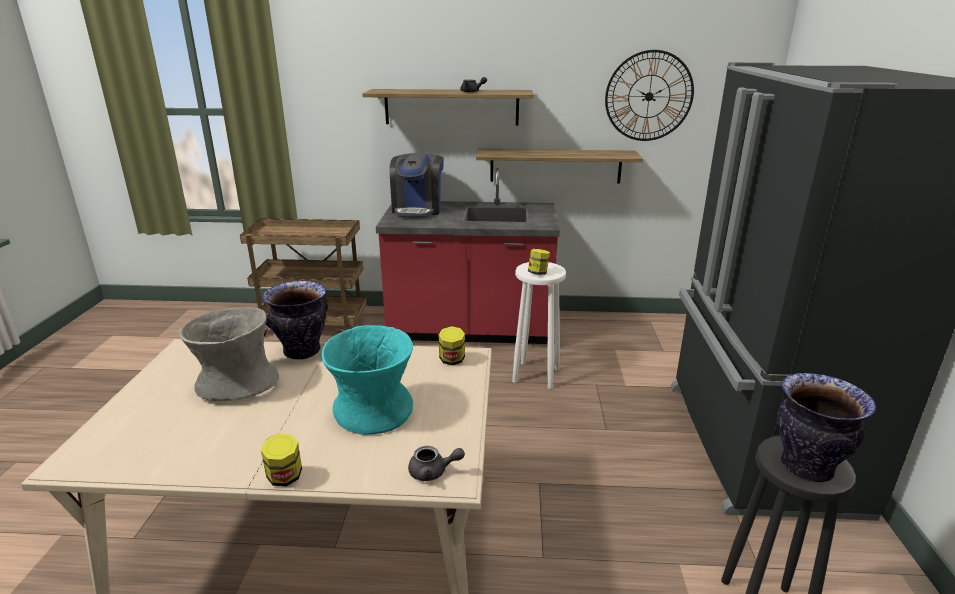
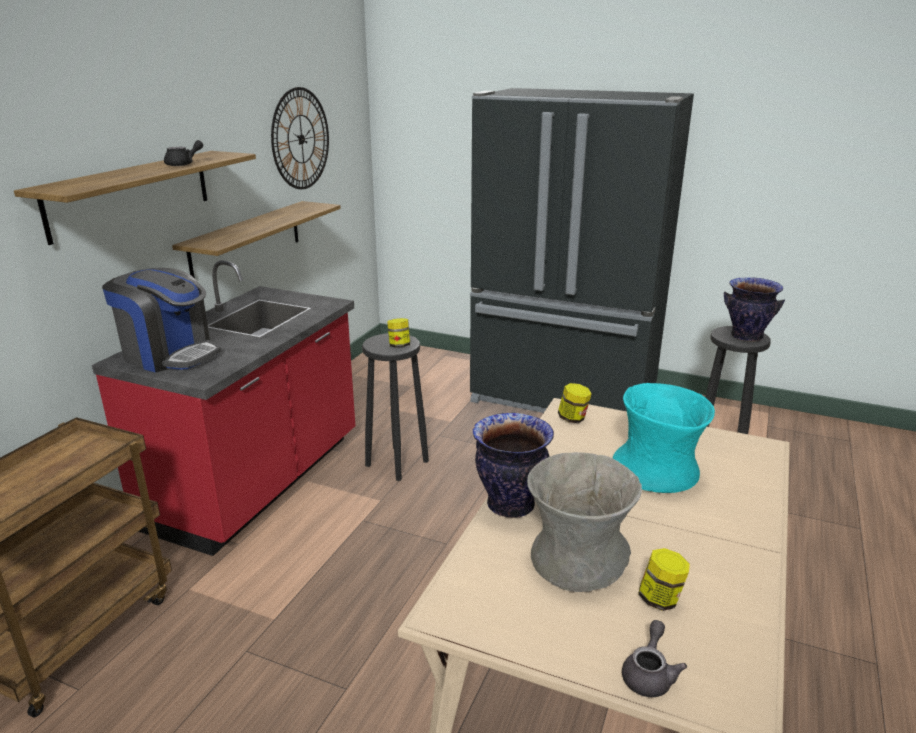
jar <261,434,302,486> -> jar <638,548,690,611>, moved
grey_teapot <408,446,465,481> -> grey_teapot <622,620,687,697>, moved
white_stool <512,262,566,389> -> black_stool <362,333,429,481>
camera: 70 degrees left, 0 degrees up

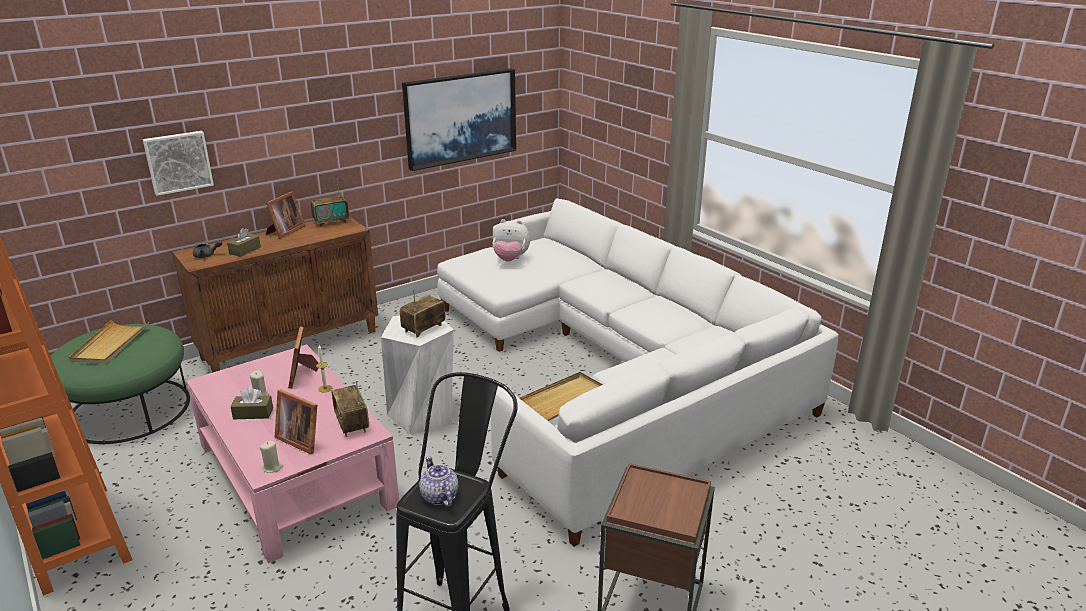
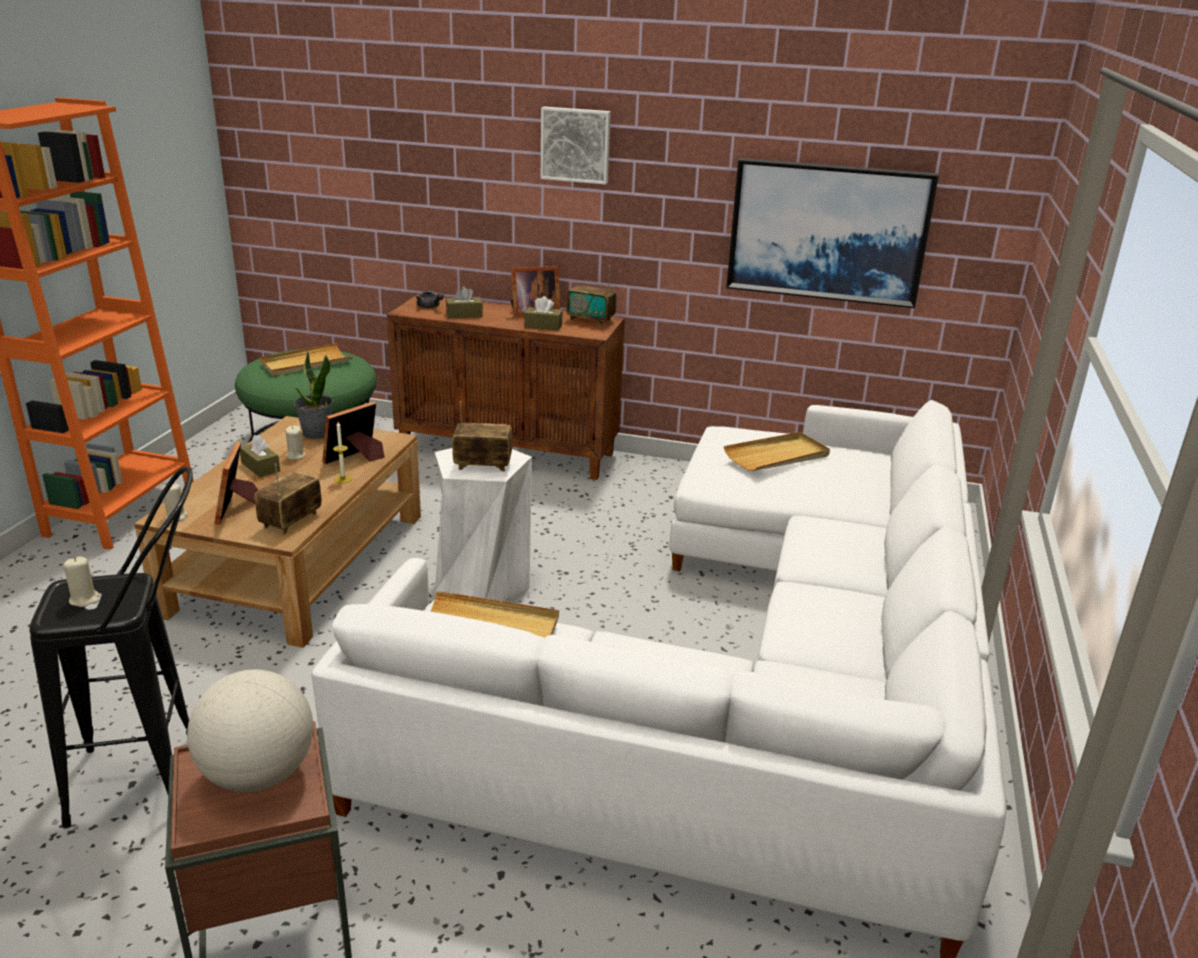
none -> globe <187,669,313,792>
none -> potted_plant <294,351,333,439>
none -> brown_tissue_box <524,296,563,330>
picture <143,131,214,196> -> picture <541,107,611,185>, moved
teapot <419,456,458,506> -> beige_candle <63,556,99,607>
plush_toy <493,219,530,262> -> beige_tray <724,432,830,471>
pink_coffee_table <186,344,399,563> -> brown_coffee_table <134,416,421,648>
camera: 50 degrees right, 0 degrees up

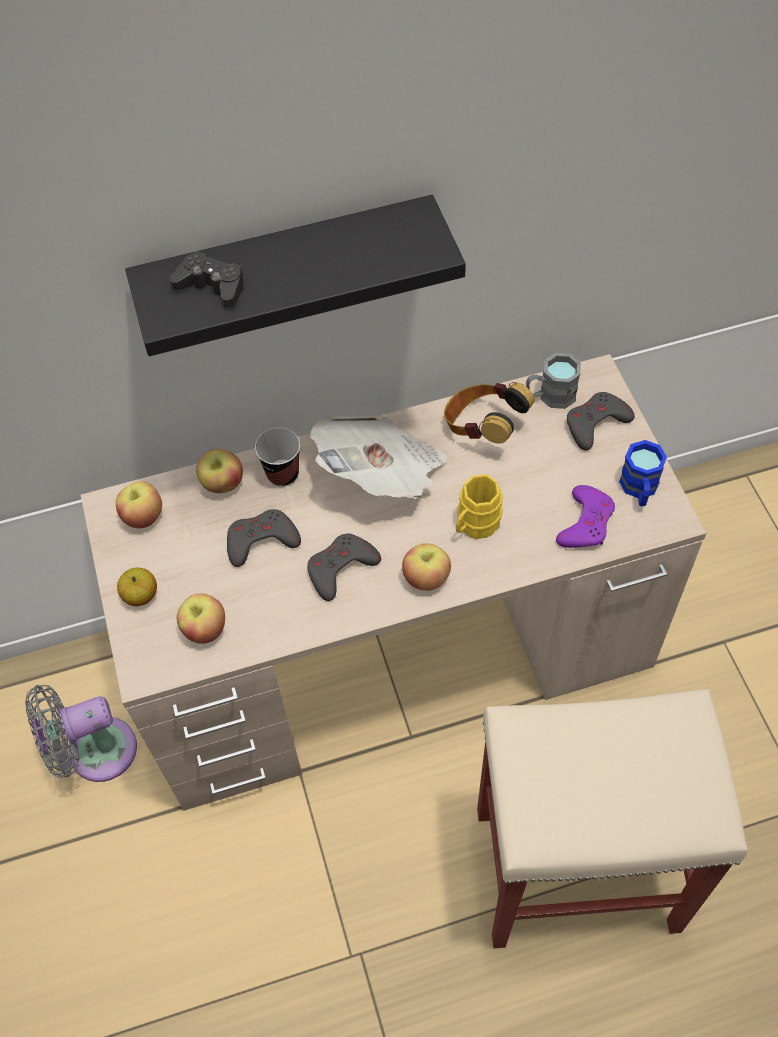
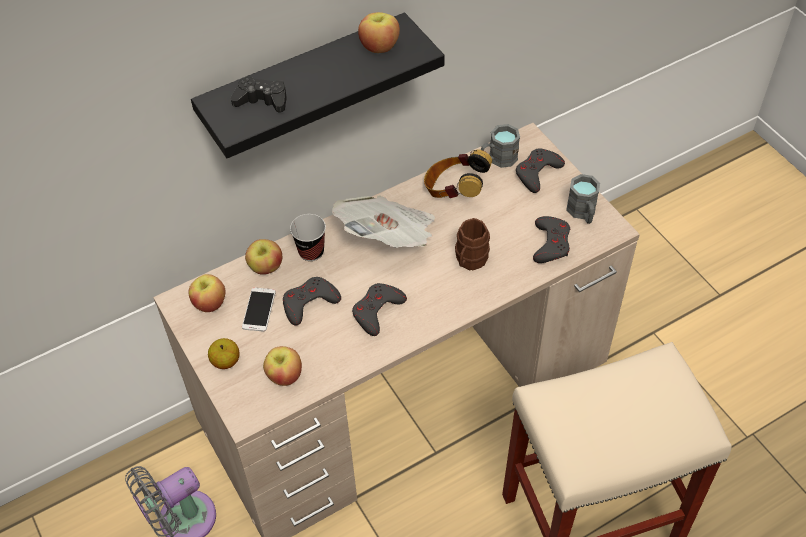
none -> phone <242,287,276,332>
apple <402,543,451,591> -> apple <358,12,400,53>, moved
yellow_mug <456,474,503,539> -> brown_mug <455,218,490,271>
purple_game_controller <556,485,615,548> -> grey_game_controller <533,216,570,263>
blue_mug <619,440,667,506> -> grey_mug <566,174,600,224>
camera: 15 degrees left, 5 degrees down

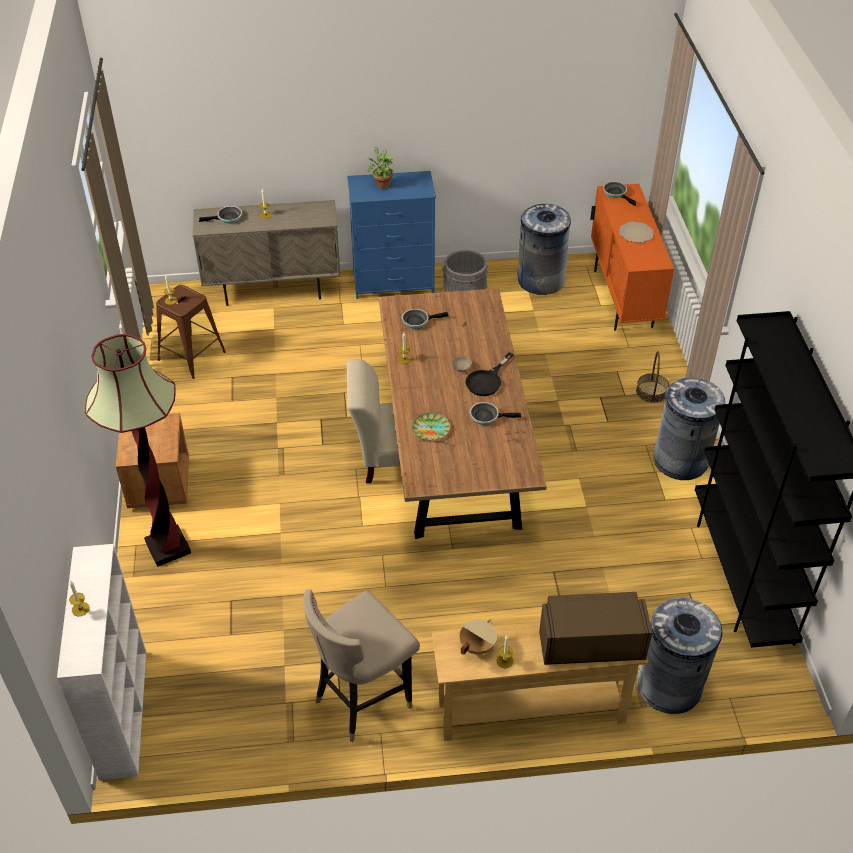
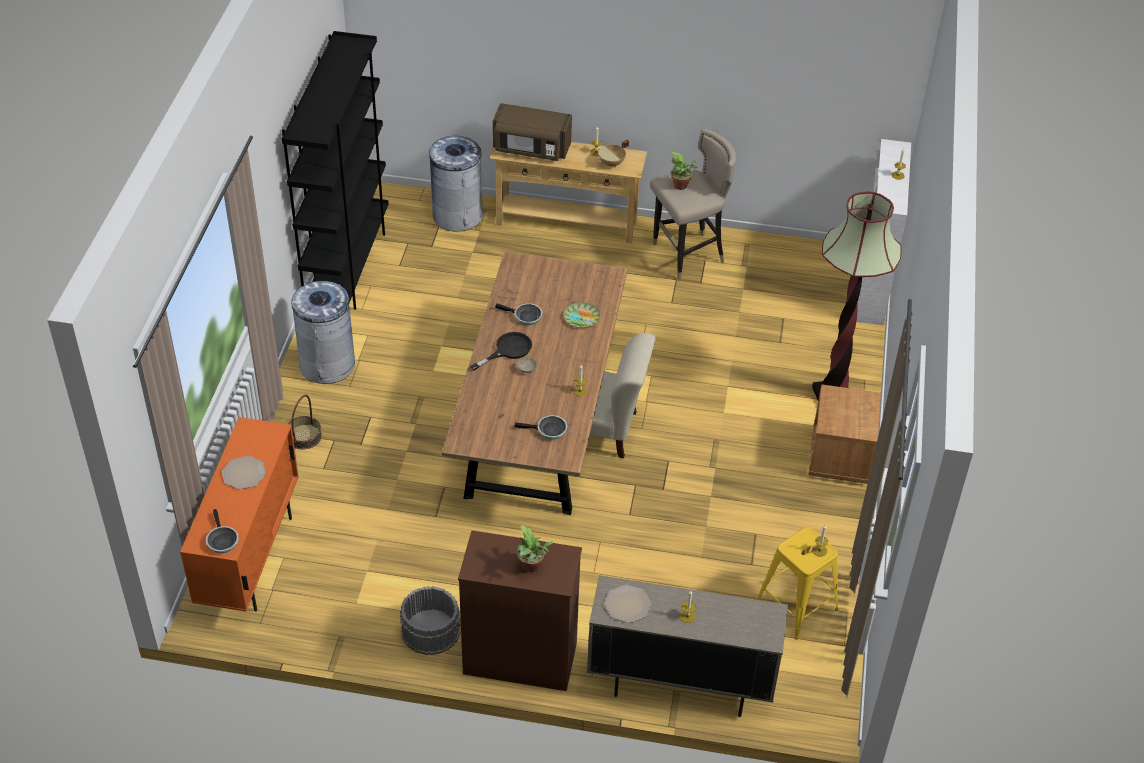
frying_pan <199,206,242,224> -> none
grey_trash_can <518,204,571,295> -> none
none -> plate <604,585,651,623>
none -> potted_plant <670,152,698,190>
brown_stool <156,285,226,379> -> yellow_stool <756,527,838,639>
blue_dresser <347,171,436,299> -> brown_dresser <458,531,582,691>
camera: 165 degrees left, 0 degrees up

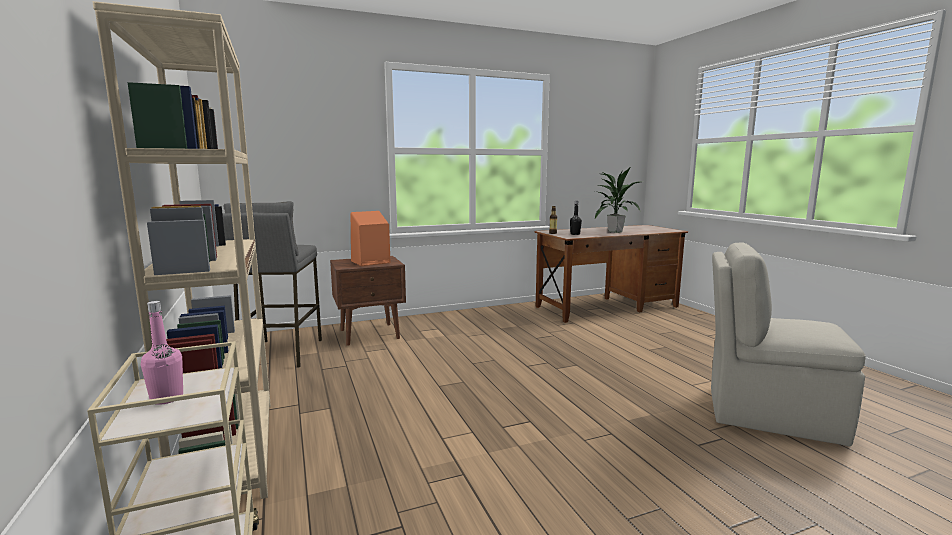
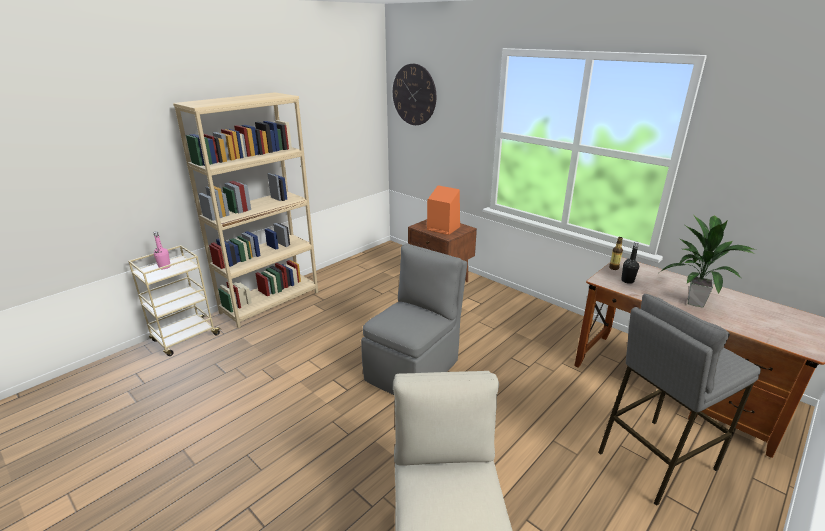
none -> grey_chair <361,243,467,395>
none -> wall_clock <393,64,436,125>
grey_stool <222,201,322,368> -> grey_stool <598,294,761,506>, moved
camera: 65 degrees right, 15 degrees up

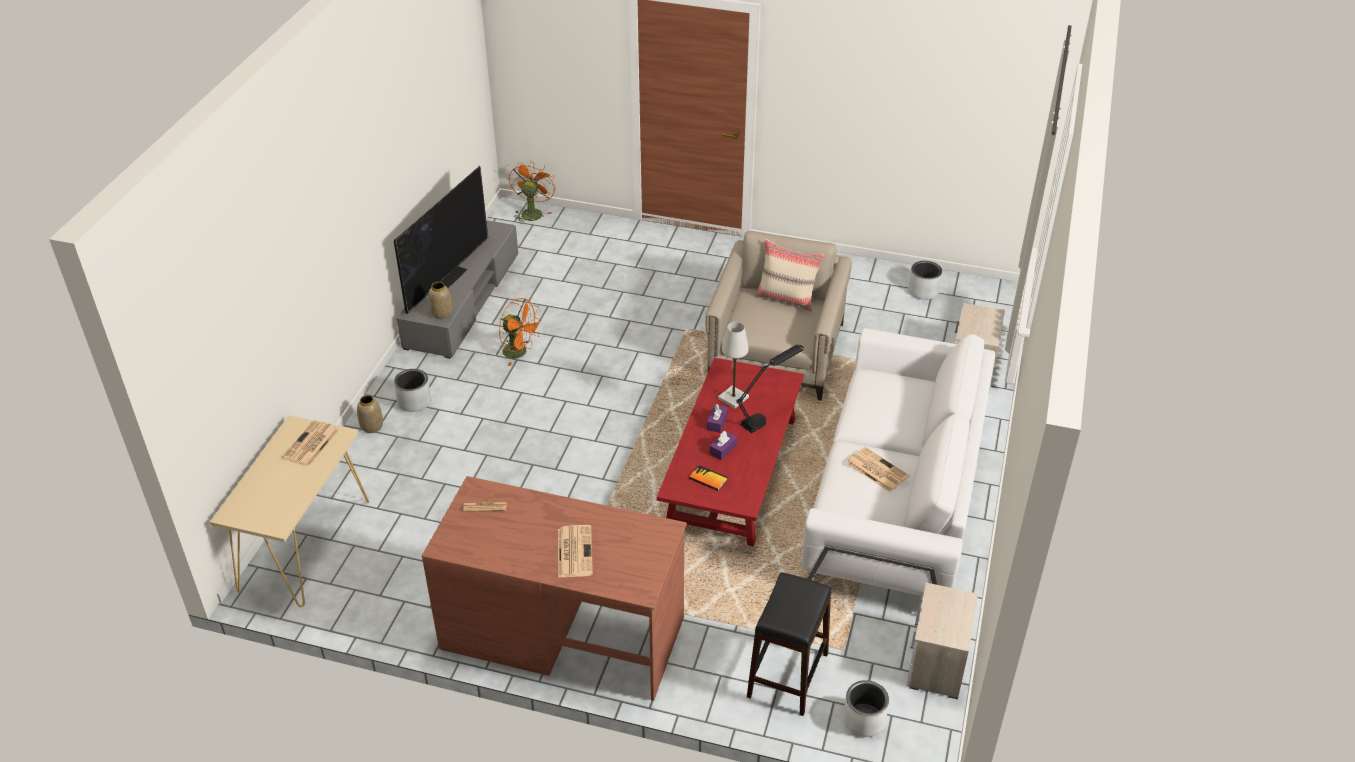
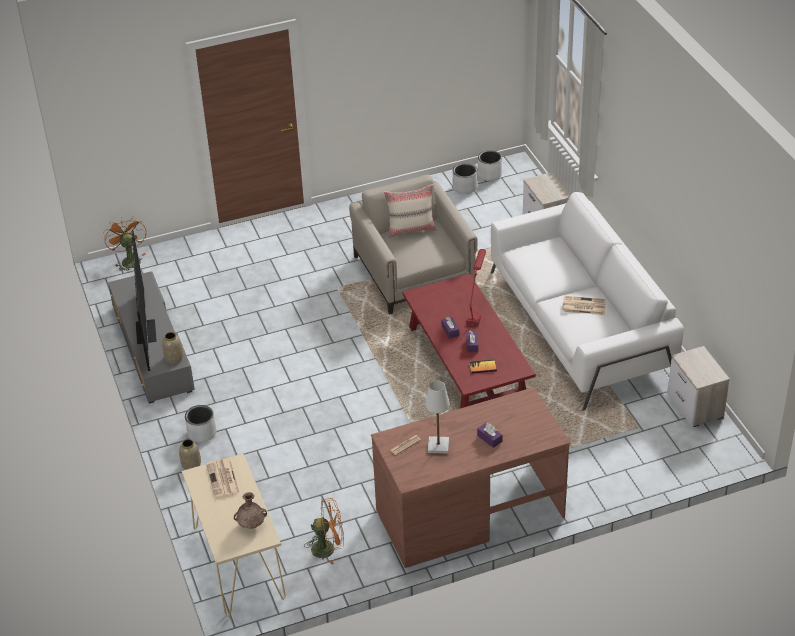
black_stool <747,573,831,716> -> none
none -> brown_vase <234,492,267,529>
orange_fan <499,298,542,366> -> orange_fan <304,498,344,565>, moved
white_table_lamp <718,322,749,408> -> white_table_lamp <425,381,450,454>, moved
white_planter <843,680,889,737> -> white_planter <478,150,502,181>, moved
newspaper <558,525,593,578> -> purple_tissue_box <477,423,502,448>
black_table_lamp <736,345,804,433> -> red_table_lamp <466,249,486,326>
camera: 35 degrees left, 0 degrees up

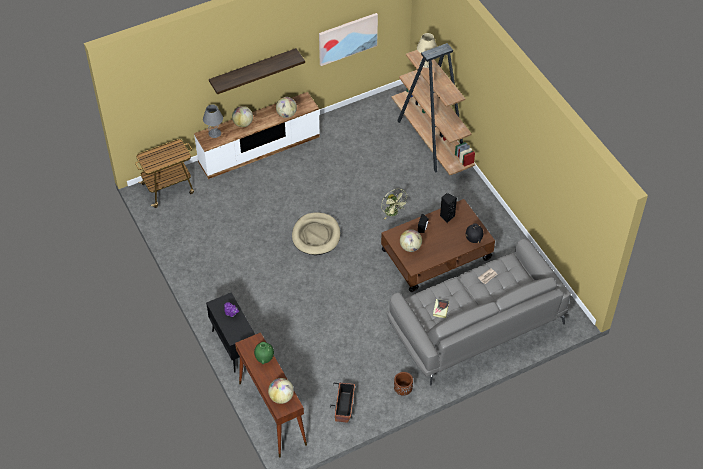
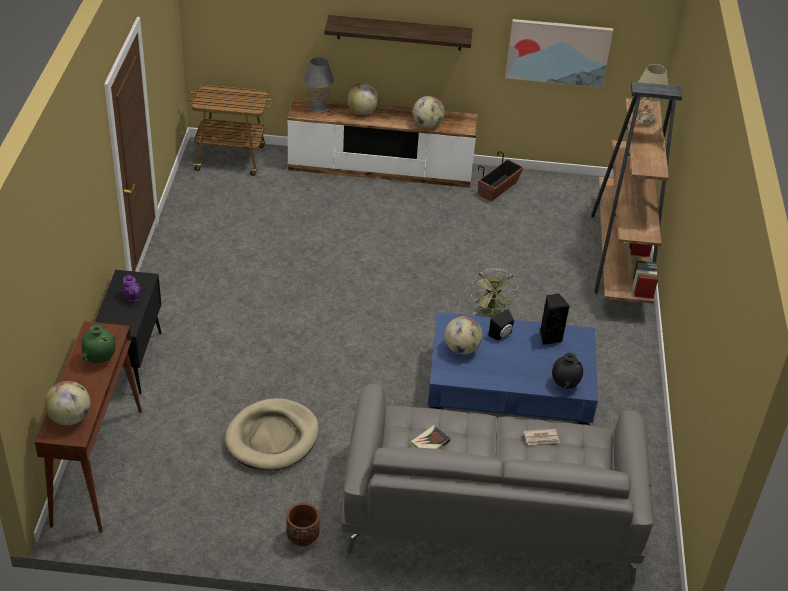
beige_dog_bed <292,212,340,255> -> beige_dog_bed <225,398,319,470>, moved
planter <330,383,355,423> -> planter <478,151,524,201>, moved
brown_coffee_table <381,199,495,292> -> blue_coffee_table <428,312,598,425>
camera: 30 degrees right, 10 degrees down

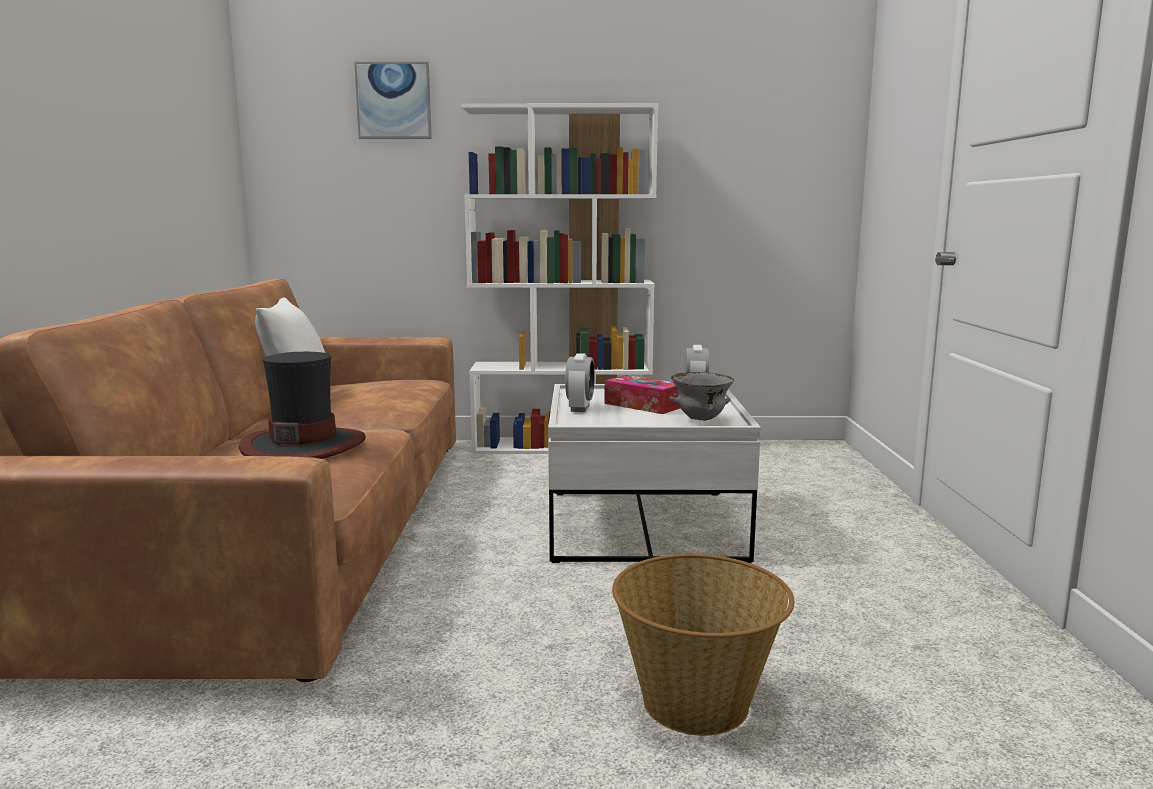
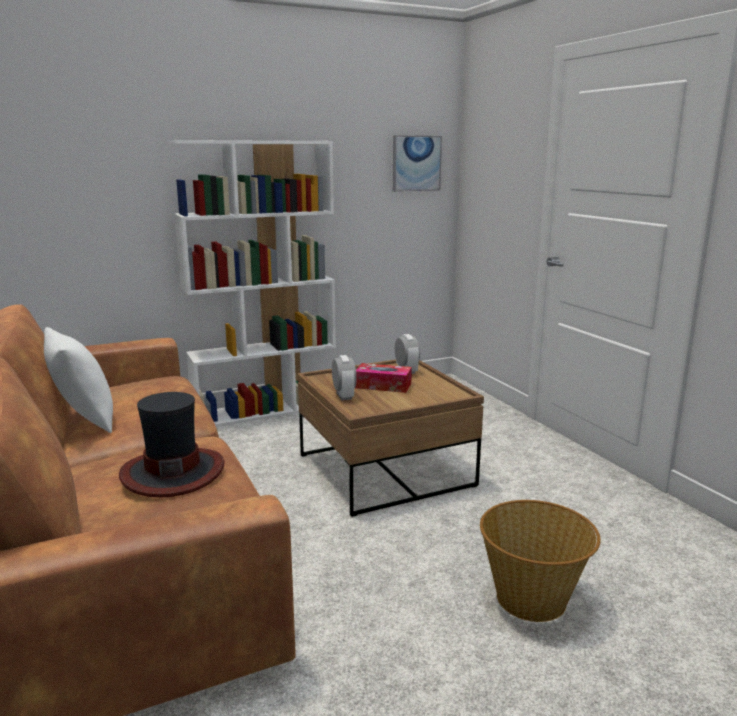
grey_bowl <670,372,734,420> -> none
picture <354,62,432,139> -> picture <393,135,442,192>, moved
white_coffee_table <548,384,761,563> -> brown_coffee_table <298,360,484,517>
camera: 25 degrees left, 5 degrees up

